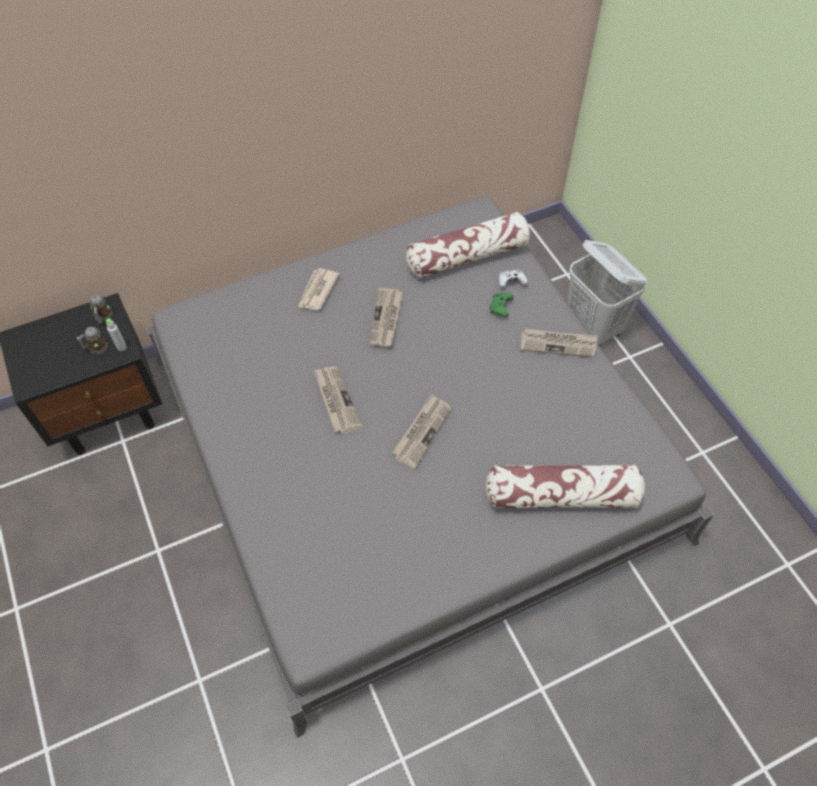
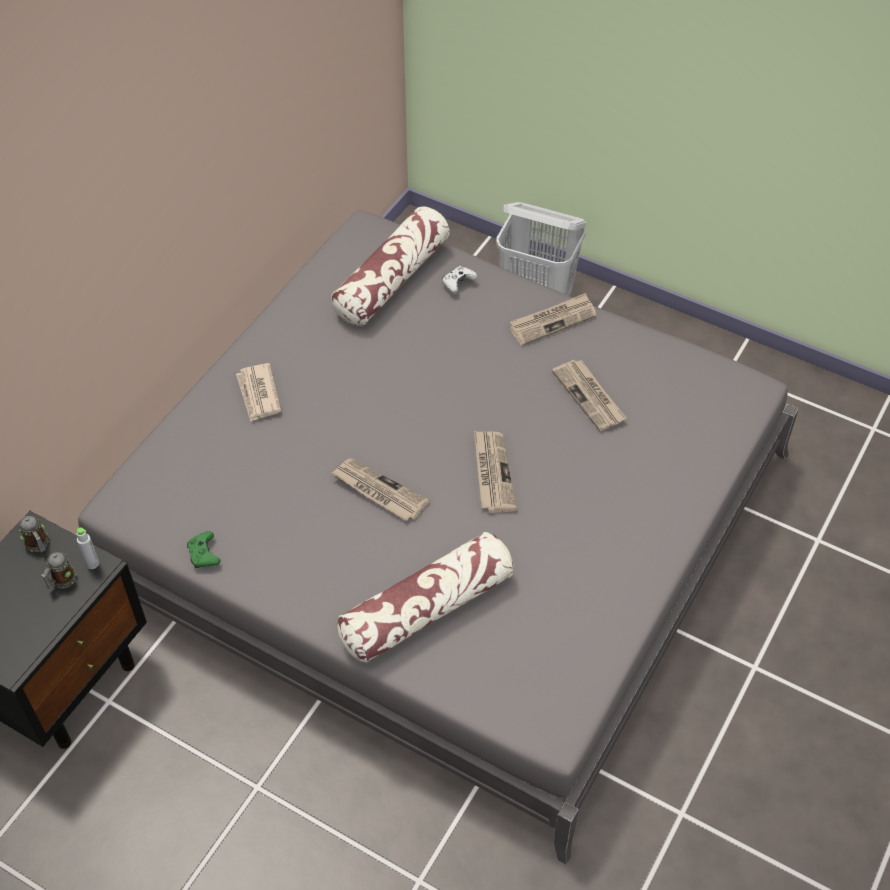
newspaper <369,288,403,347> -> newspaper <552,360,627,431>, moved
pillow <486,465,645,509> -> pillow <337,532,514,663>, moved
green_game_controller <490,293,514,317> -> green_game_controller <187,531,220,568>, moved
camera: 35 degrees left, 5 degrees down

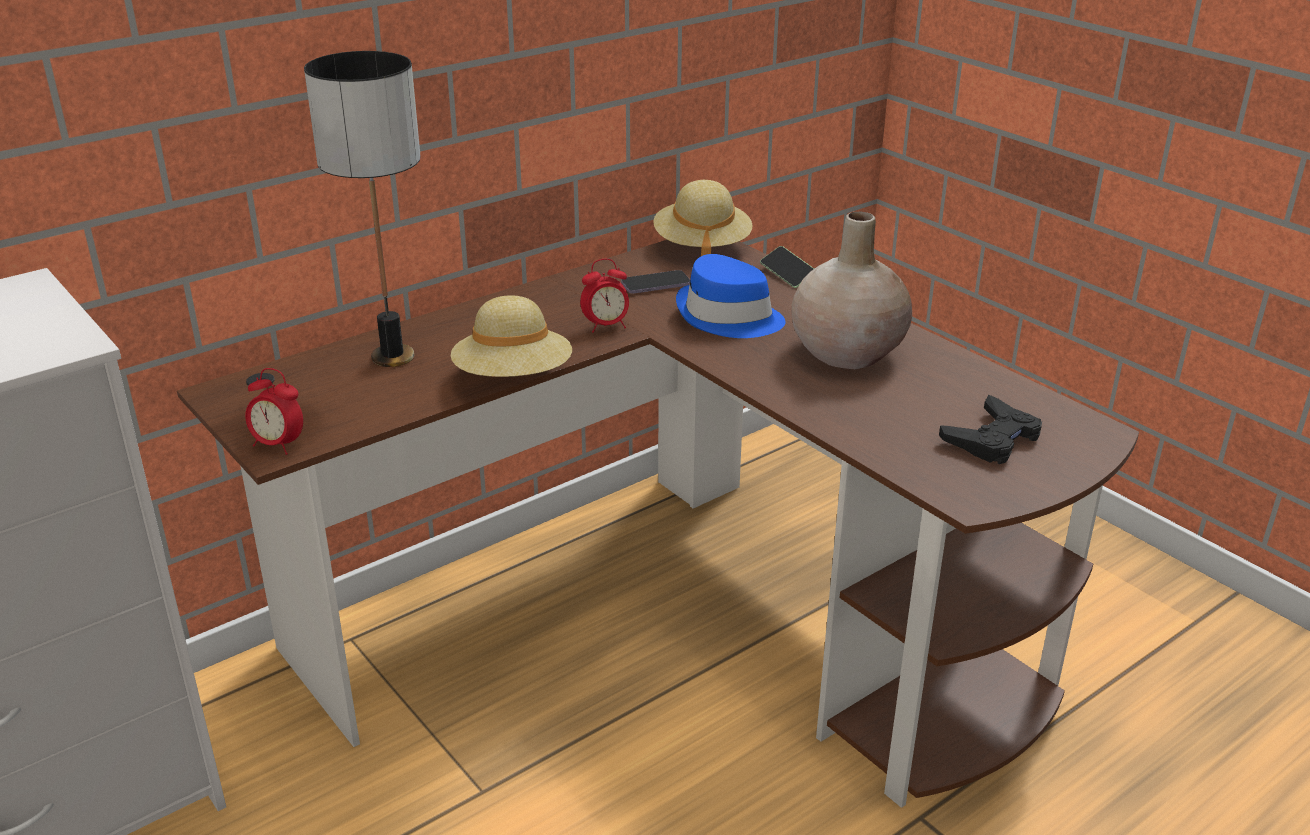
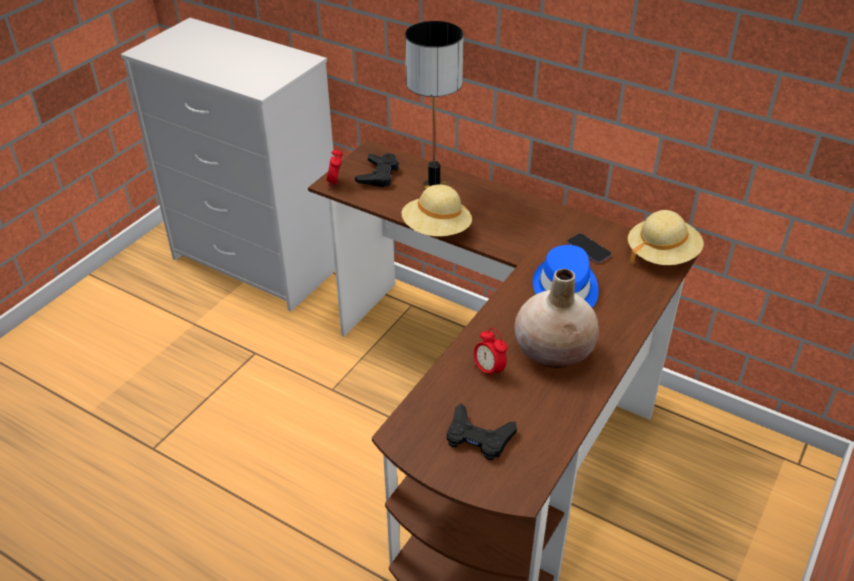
phone <760,246,814,288> -> none
none -> black_game_controller <355,154,399,187>
alarm_clock <580,259,629,333> -> alarm_clock <474,328,508,380>, moved
camera: 70 degrees right, 10 degrees up

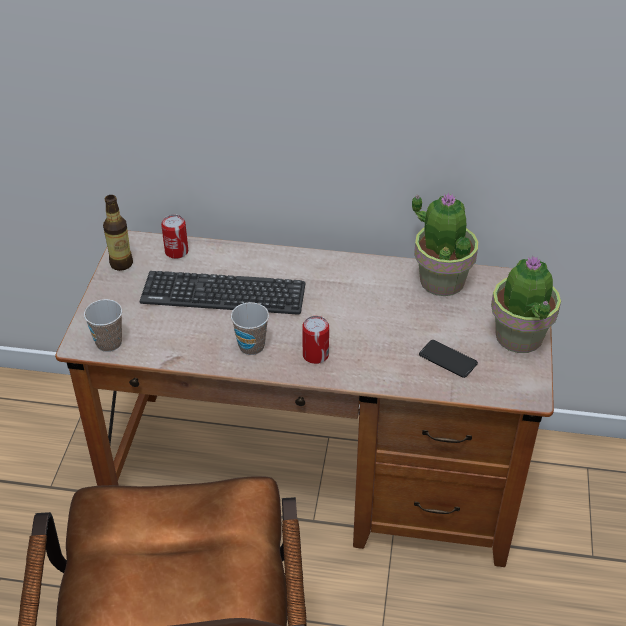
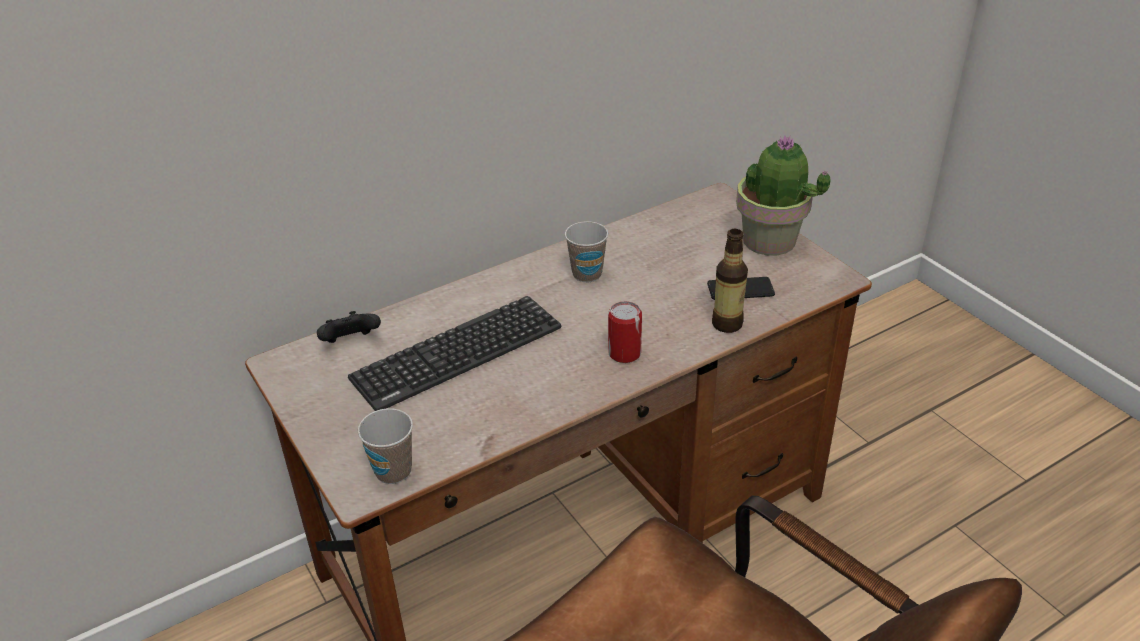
potted_plant <412,193,478,296> -> none
bottle <103,195,133,271> -> bottle <712,229,748,333>, moved
cup <231,302,269,355> -> cup <565,221,608,282>, moved
can <161,215,188,259> -> black_game_controller <317,311,381,343>
camera: 40 degrees left, 5 degrees down

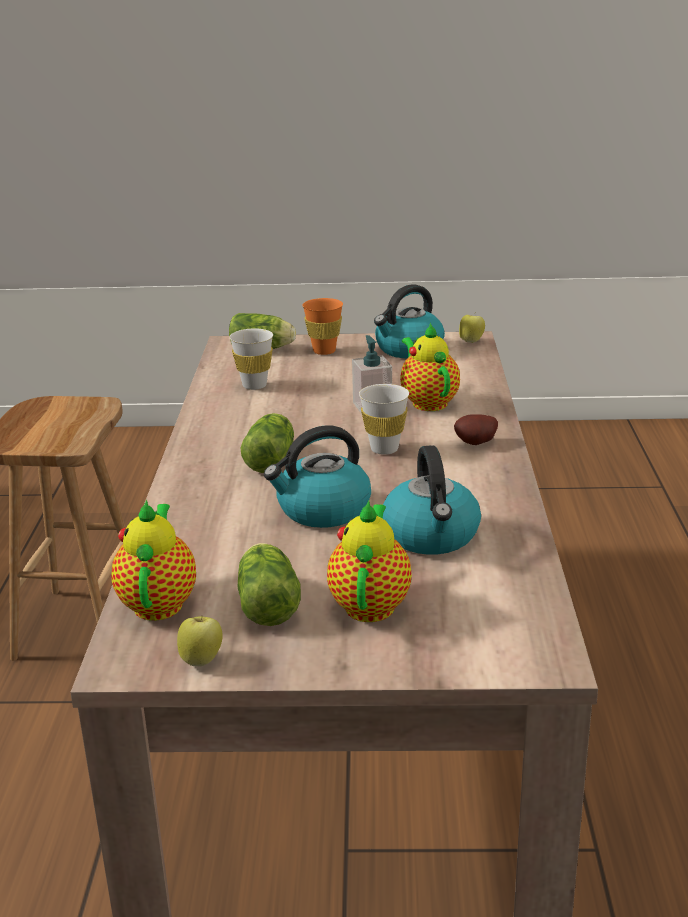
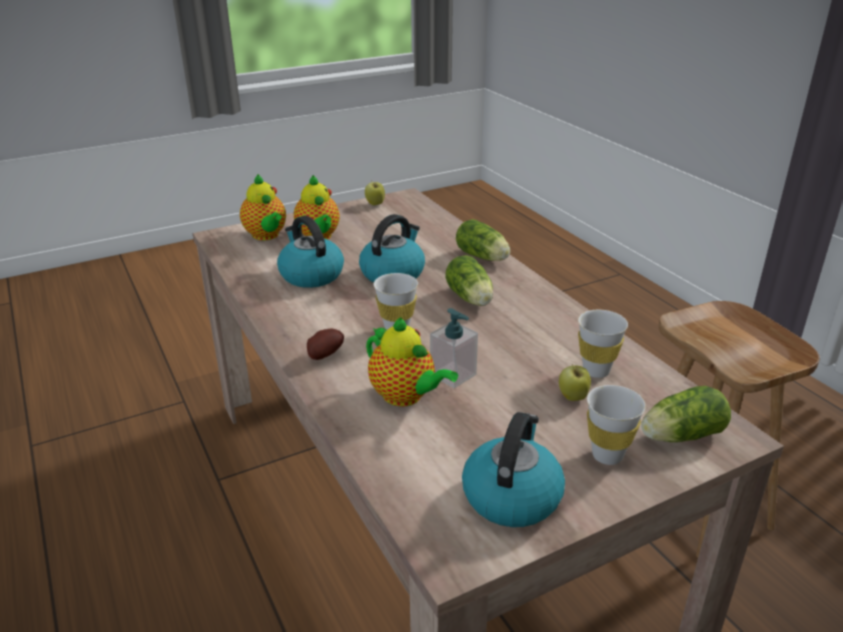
teapot <111,500,196,621> -> teapot <240,174,286,240>, moved
lettuce <237,543,301,626> -> lettuce <456,219,510,261>, moved
apple <459,314,485,343> -> apple <559,364,591,401>, moved
orange_cup <302,298,343,355> -> white_cup <587,385,646,465>
camera: 150 degrees right, 5 degrees up

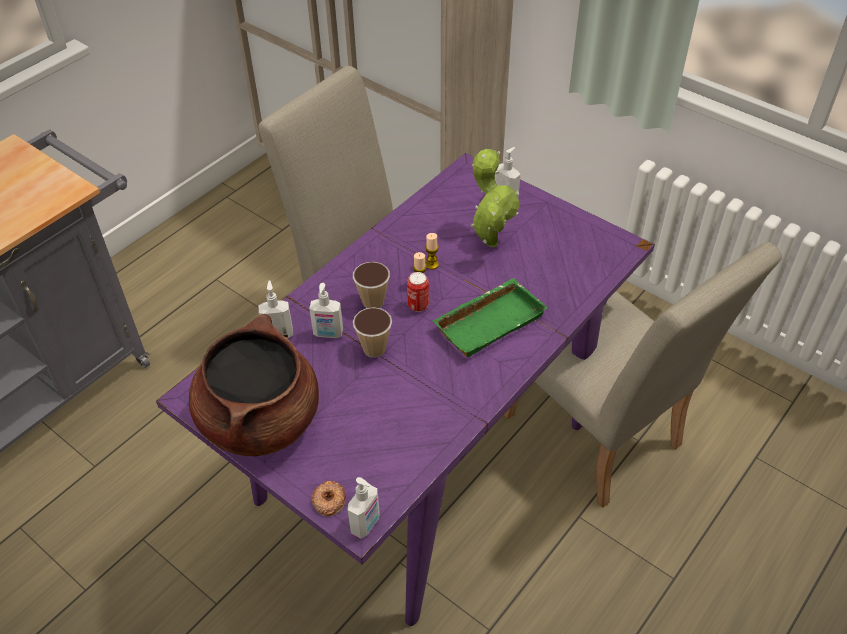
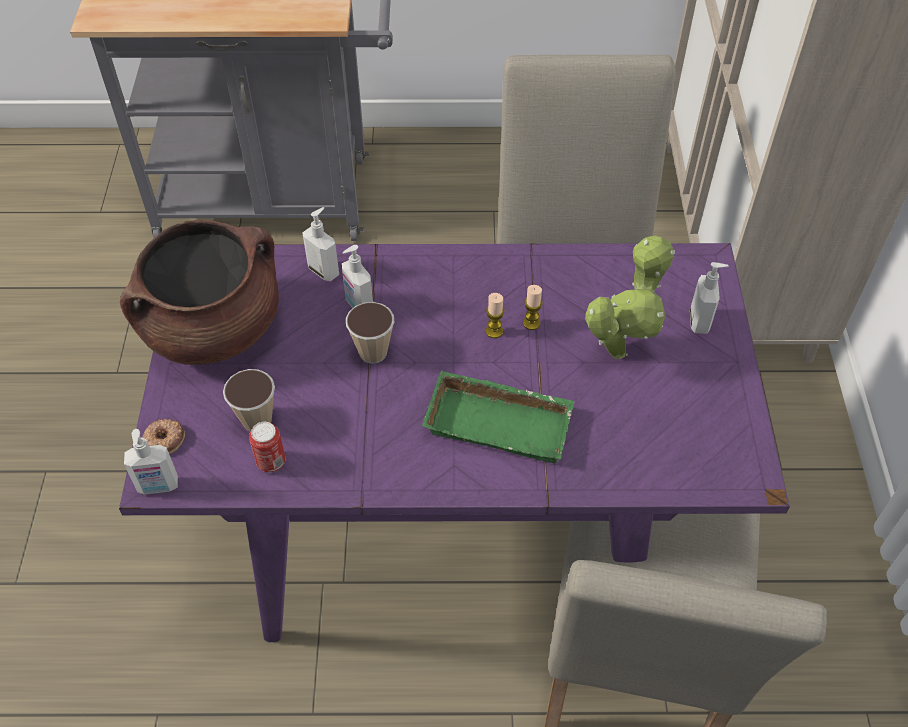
cup <353,262,390,308> -> cup <223,369,275,432>, moved
can <407,272,429,312> -> can <249,422,286,472>, moved
camera: 50 degrees right, 5 degrees up

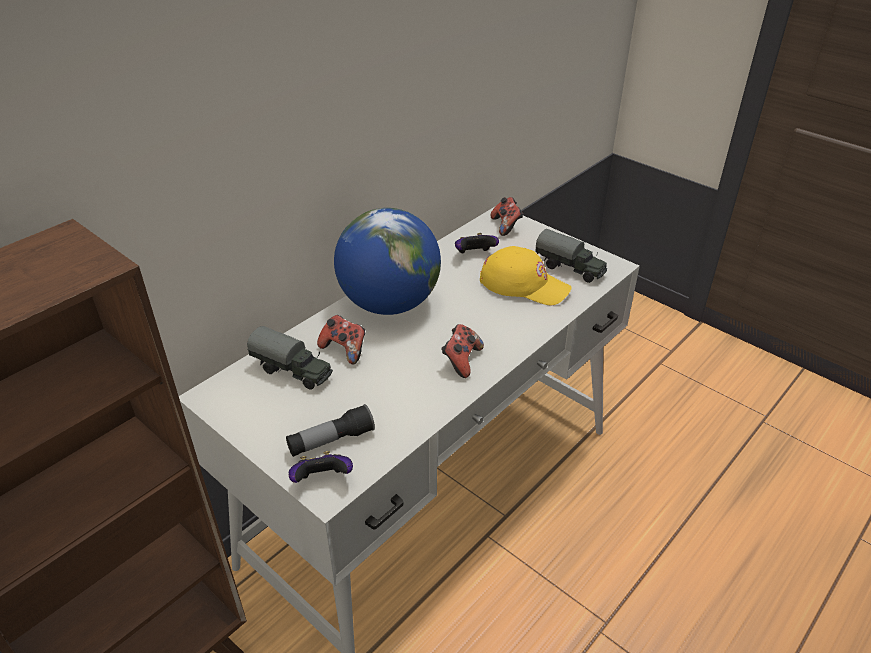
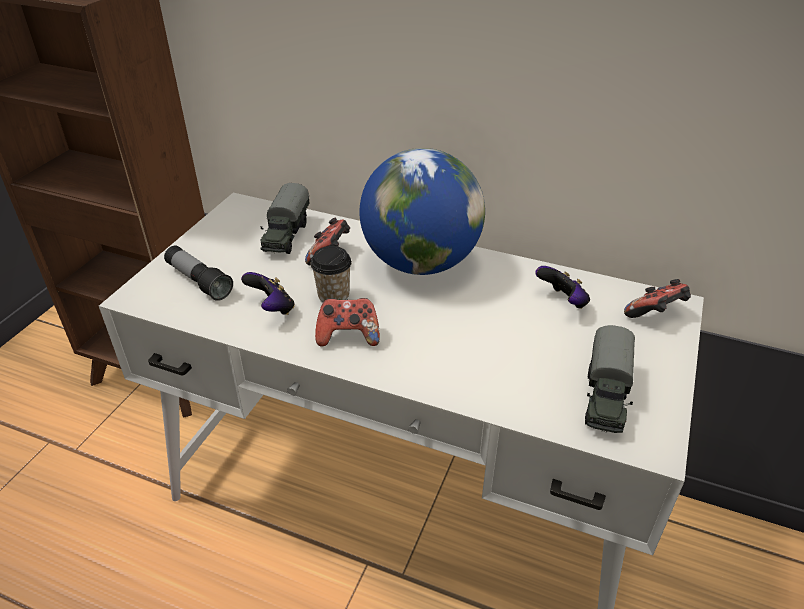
yellow_cap <480,246,572,306> -> none
none -> cup <311,246,352,303>
game_controller <289,451,353,483> -> game_controller <241,272,295,315>, moved
camera: 70 degrees right, 0 degrees up

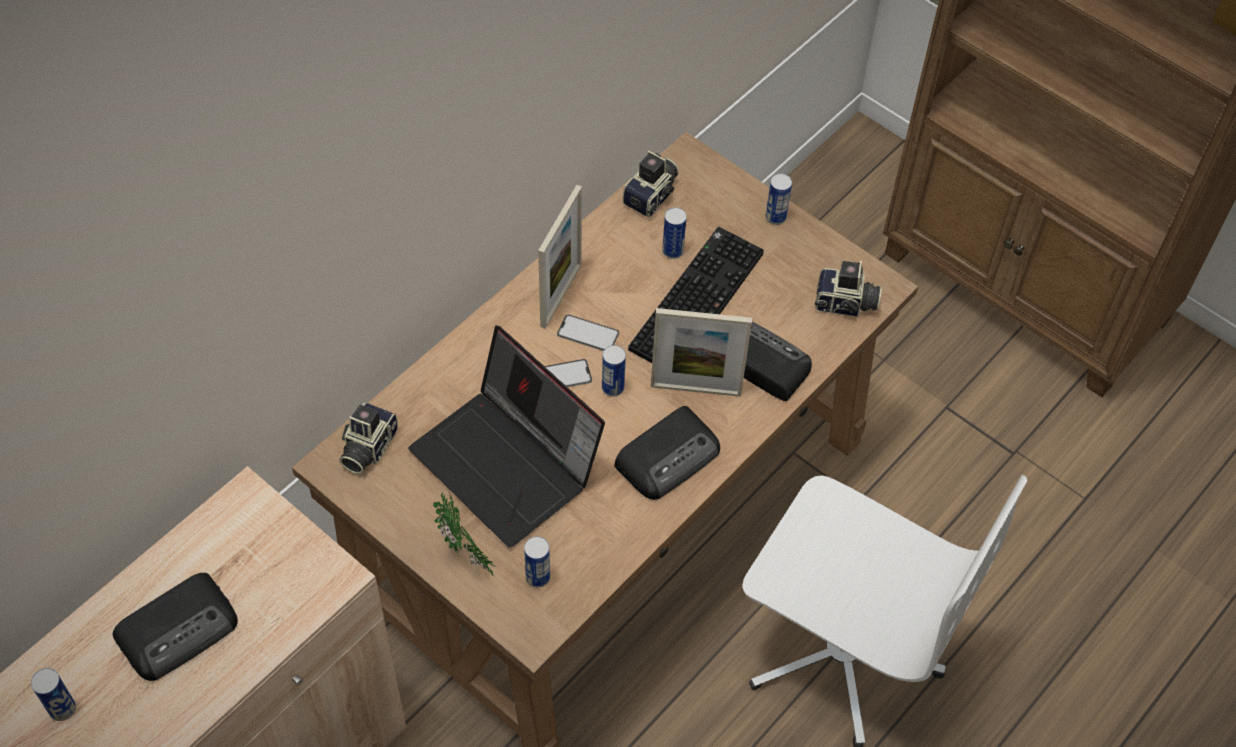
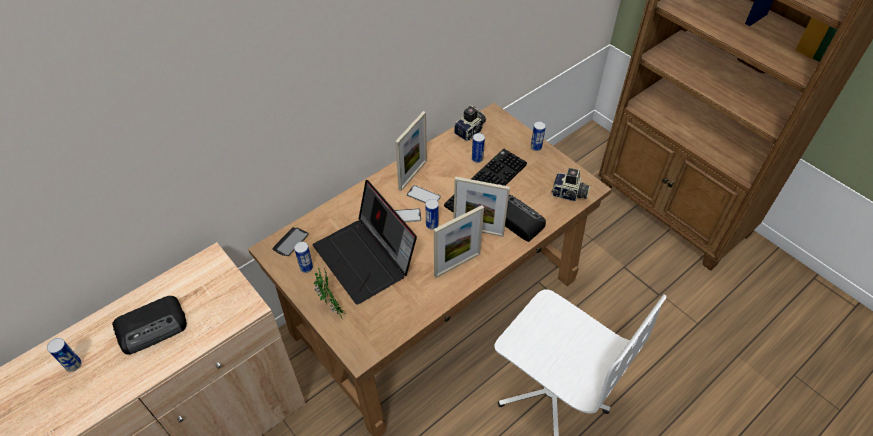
can <524,536,550,587> -> can <294,242,313,273>, moved
photo_camera <339,402,398,474> -> phone <272,227,309,256>
radio <614,406,720,500> -> picture_frame <434,205,484,278>
camera: 10 degrees right, 5 degrees down

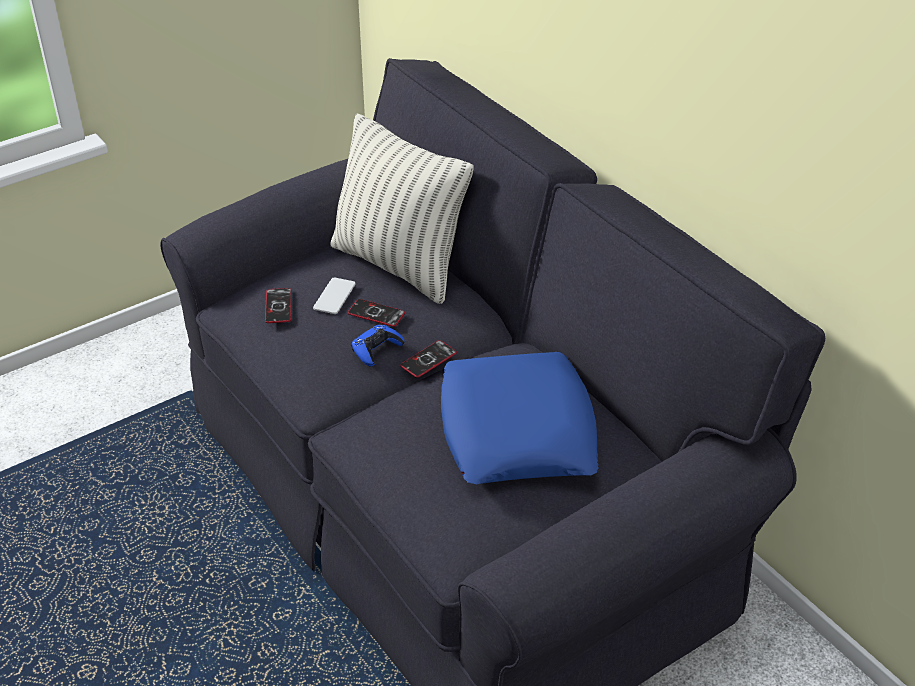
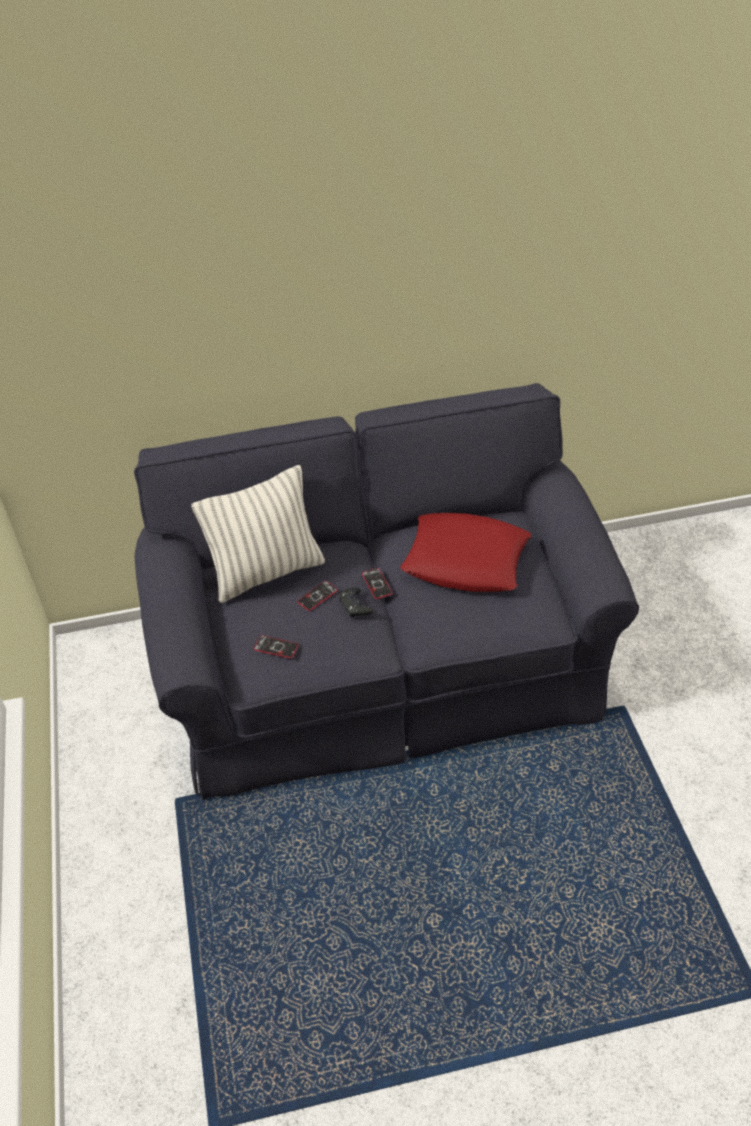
phone <313,277,356,314> -> none
blue_game_controller <351,325,404,366> -> black_game_controller <338,587,373,618>
blue_pillow <441,352,599,484> -> red_pillow <401,513,531,592>
camera: 65 degrees left, 5 degrees up

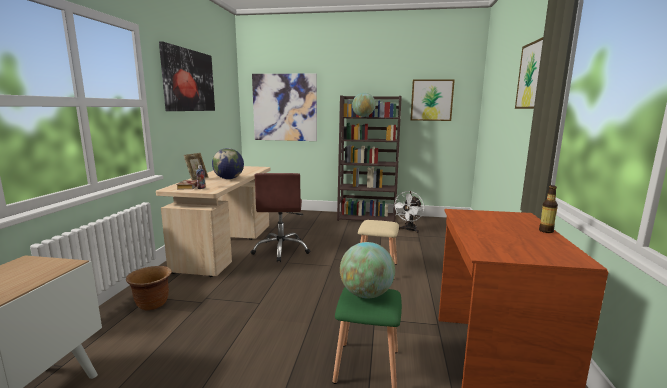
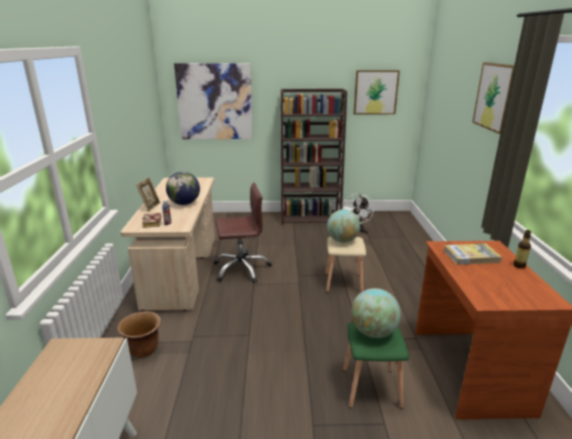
picture <159,41,215,111> -> none
none -> book <443,243,502,265>
globe <352,93,376,117> -> globe <327,209,360,243>, moved
brown_office_chair <251,173,310,262> -> brown_office_chair <214,183,272,283>, 90 degrees counterclockwise
camera: 10 degrees left, 10 degrees up

